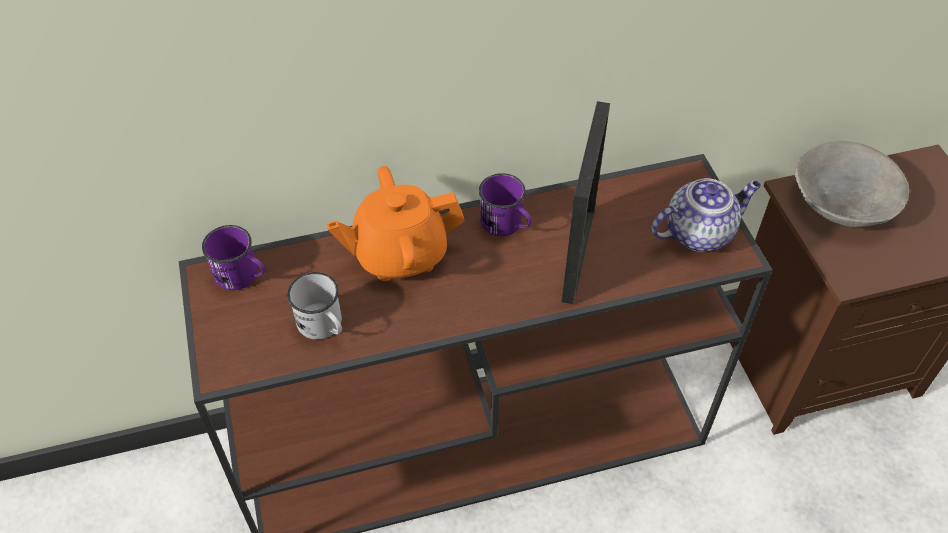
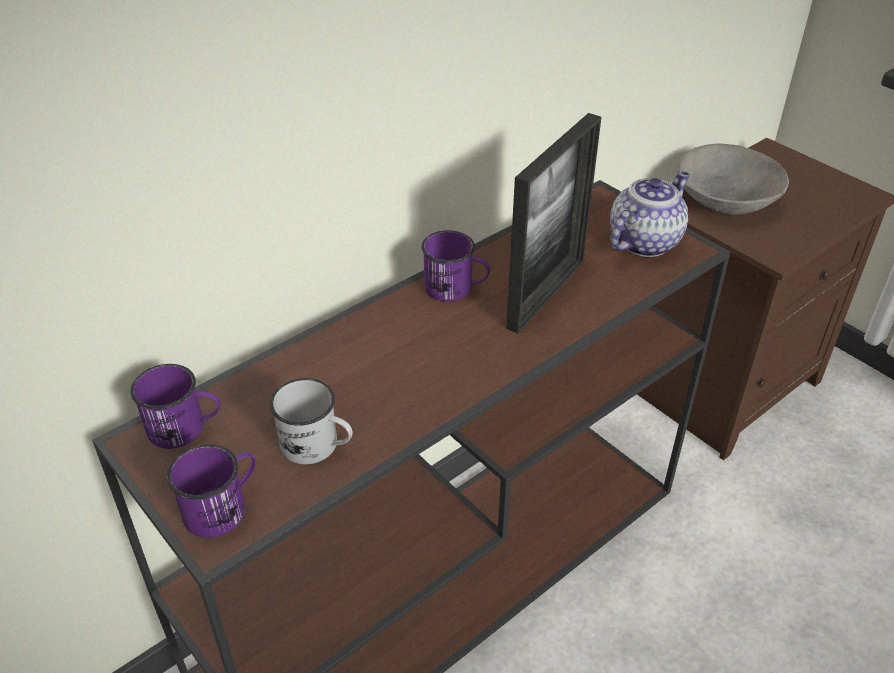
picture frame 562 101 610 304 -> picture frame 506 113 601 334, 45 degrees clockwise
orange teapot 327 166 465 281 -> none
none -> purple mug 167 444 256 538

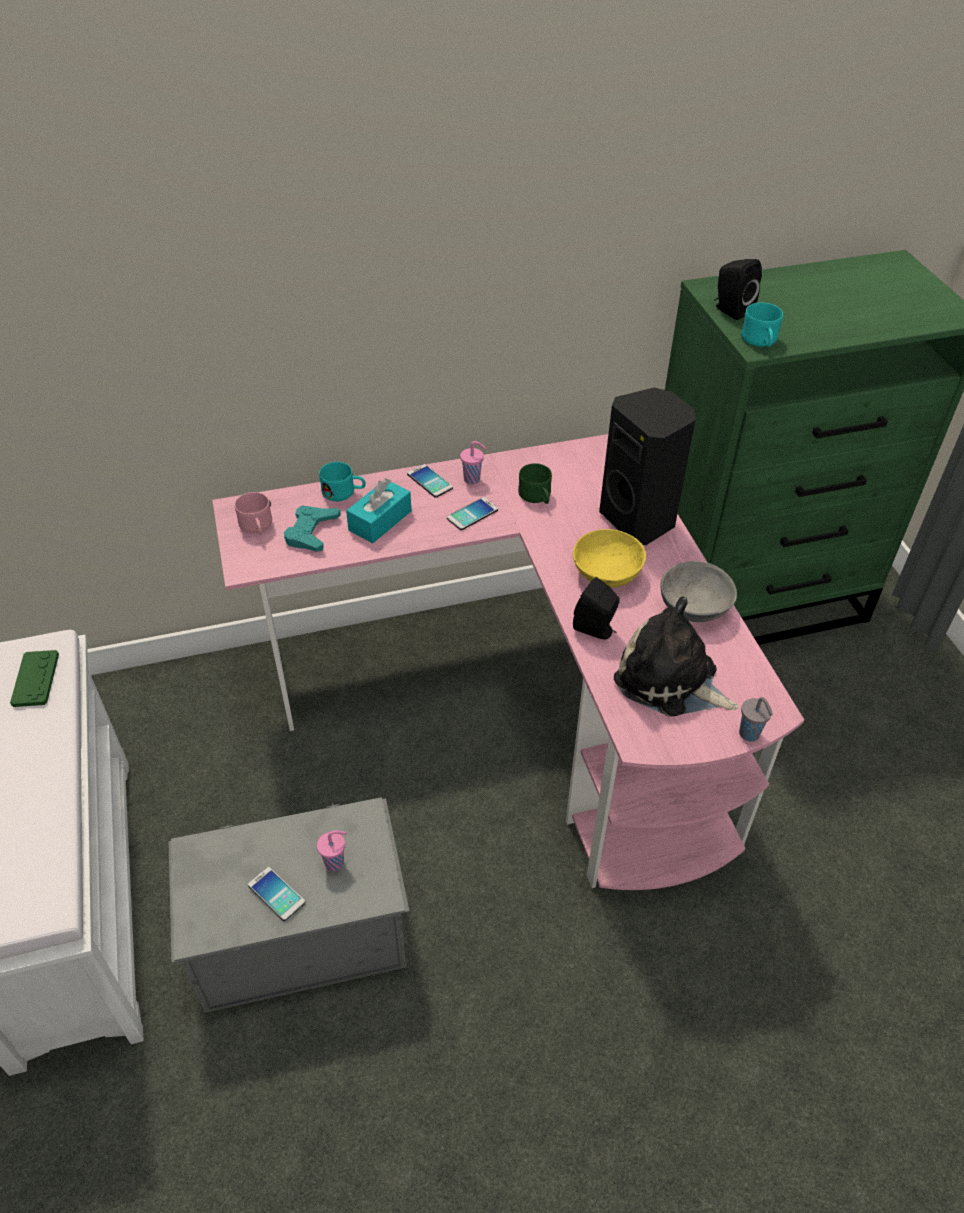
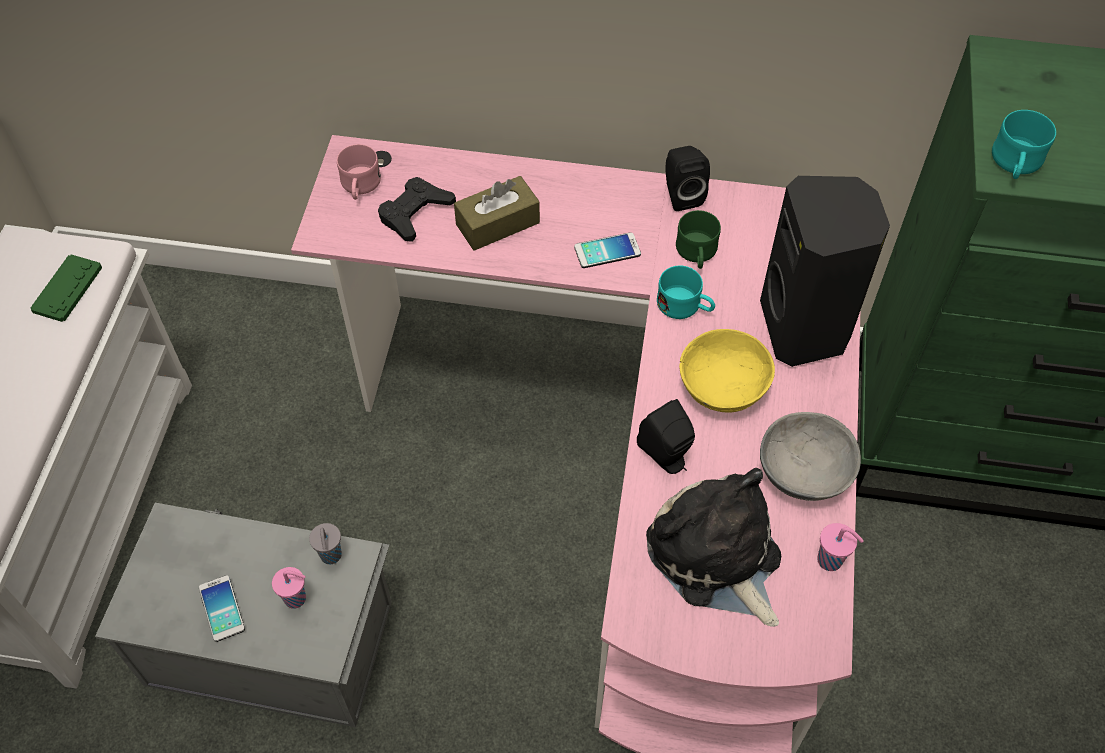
black speaker 714 259 762 320 -> black speaker 665 146 710 211, moved
pink cup 460 441 486 484 -> pink cup 817 523 864 571, moved
turquoise mug 319 462 366 501 -> turquoise mug 657 266 715 319, moved
phone 407 464 453 498 -> none
turquoise tissue box 346 478 411 543 -> brown tissue box 454 176 540 251
turquoise game controller 284 506 341 552 -> black game controller 378 177 456 242
grey cup 739 697 773 741 -> grey cup 309 523 342 564, moved

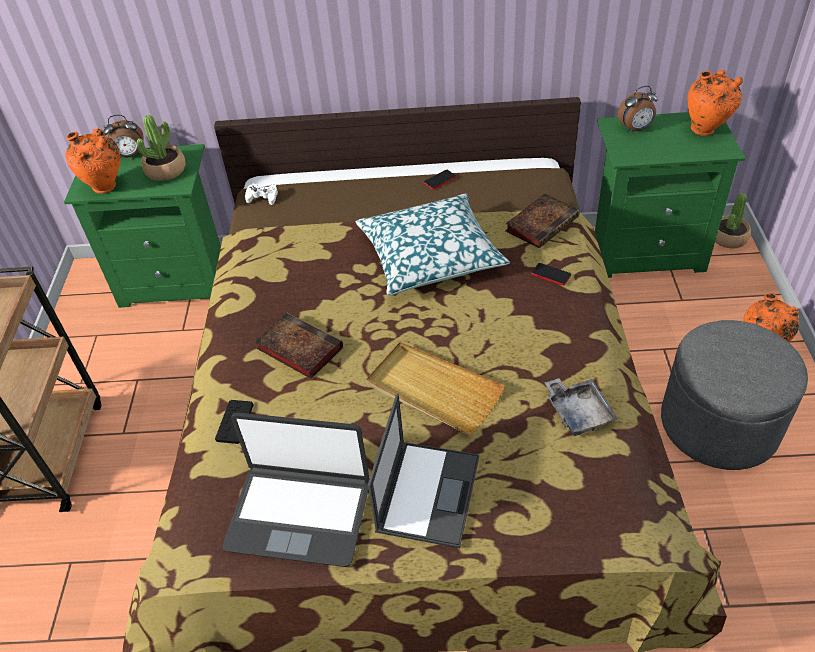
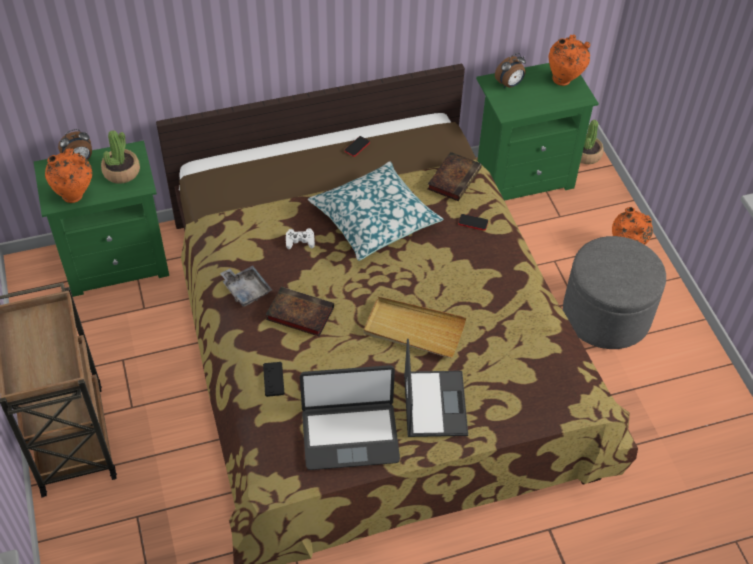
white game controller 245 183 278 205 -> white game controller 286 228 315 249, moved
grey tray 545 378 618 436 -> grey tray 220 265 272 307, moved

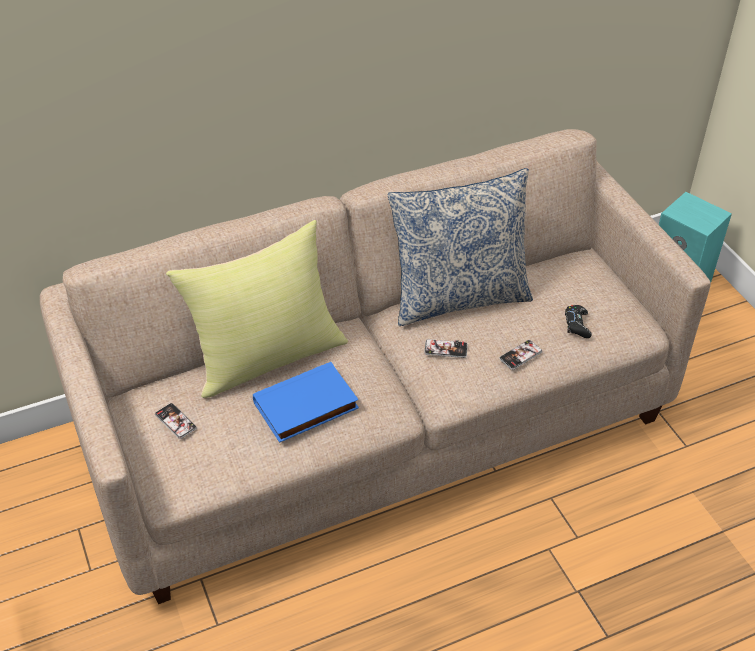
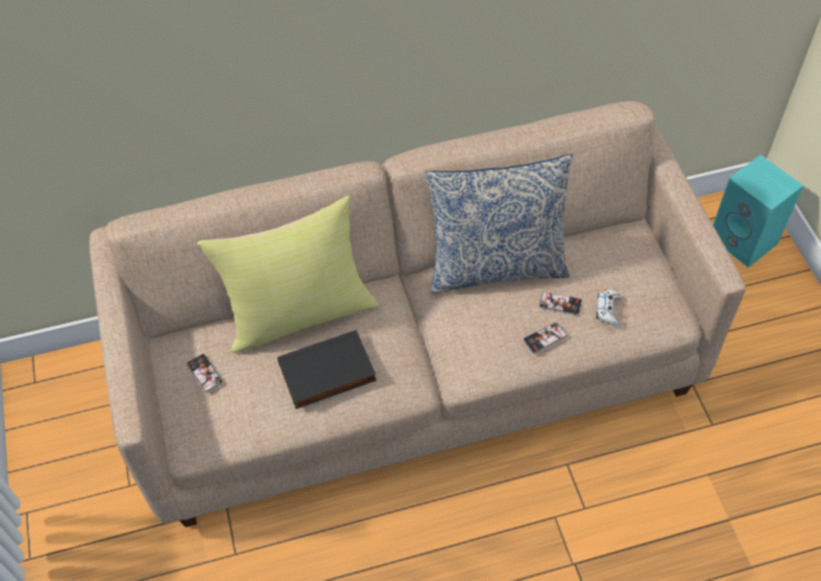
black game controller 565 305 592 338 -> white game controller 596 289 621 326
phone 424 339 468 358 -> phone 539 292 582 315, moved
blue book 253 362 359 443 -> black book 277 330 377 409

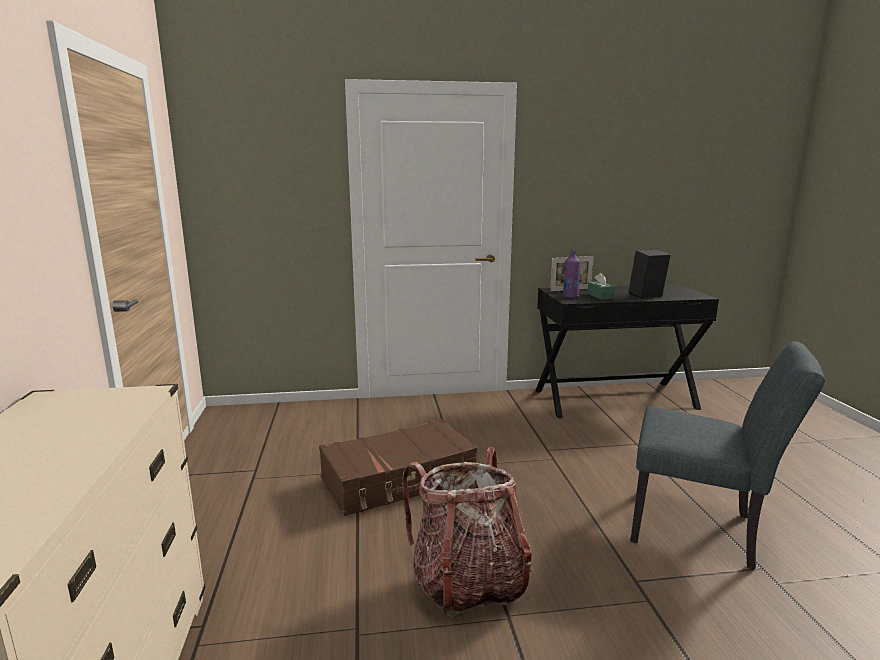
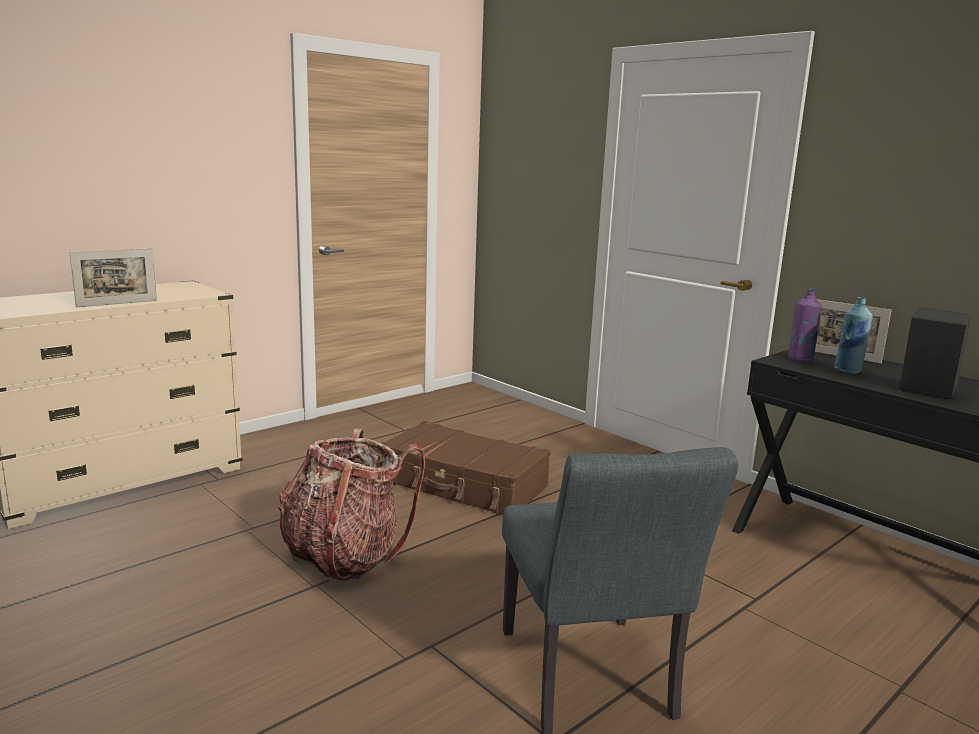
green tissue box 587 273 615 299 -> blue bottle 834 297 873 374
none -> picture frame 69 248 157 307

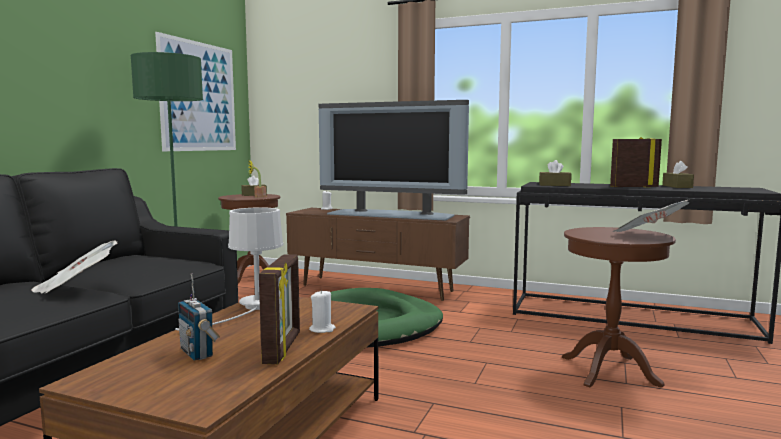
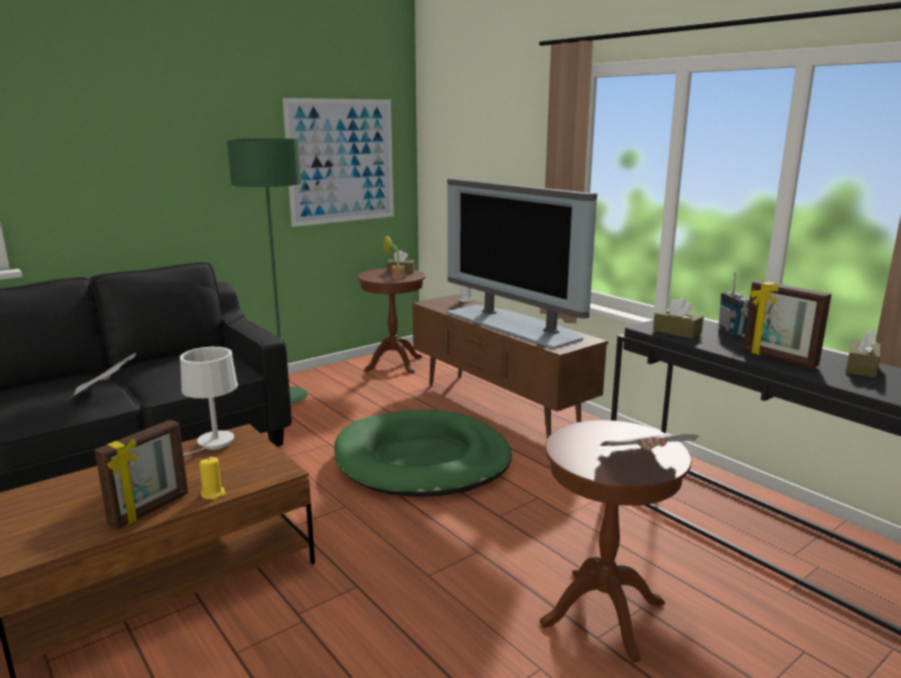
picture frame 610 137 662 187 -> picture frame 743 280 832 368, 150 degrees counterclockwise
radio 178 273 220 361 -> radio 719 273 750 335, moved
white candle 309 289 336 333 -> yellow candle 199 457 226 500

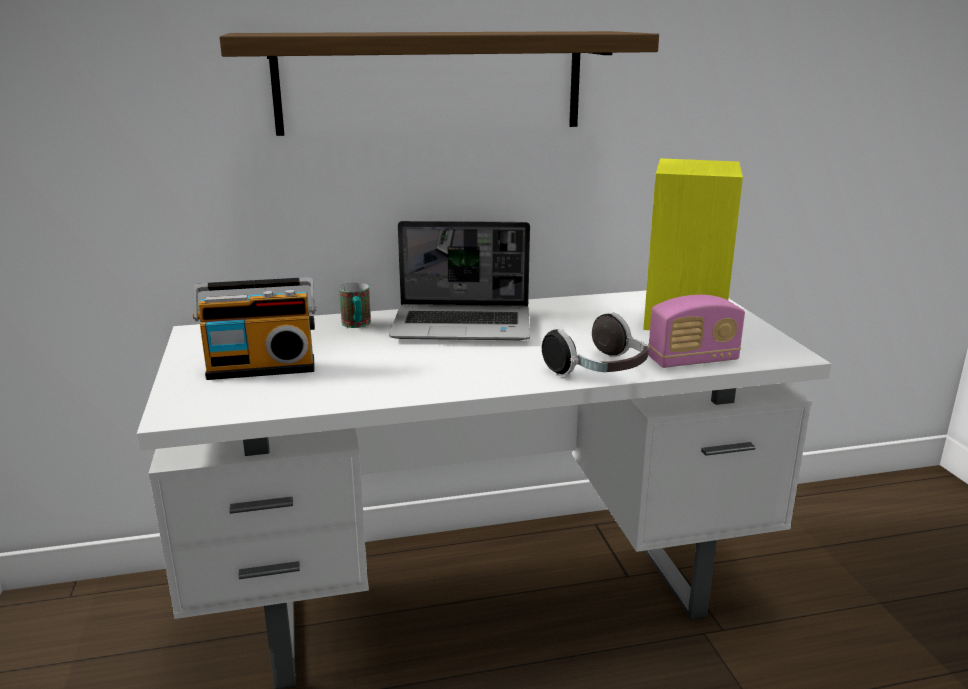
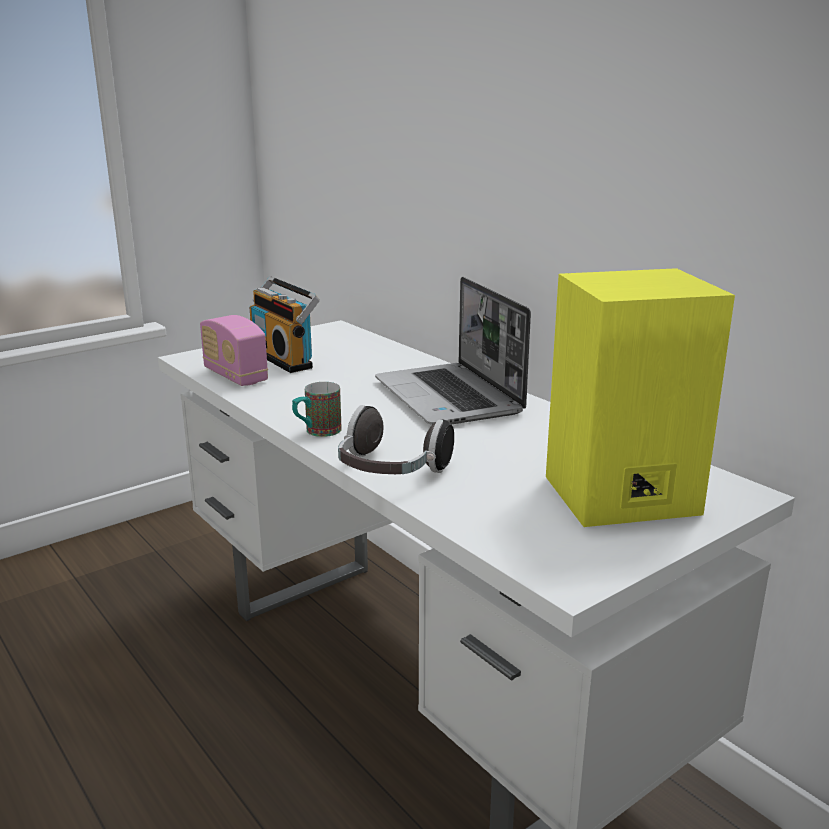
shelf 219 31 659 136 -> none
mug 339 283 371 328 -> mug 292 382 342 437, moved
radio 648 295 745 368 -> radio 200 315 268 386, moved

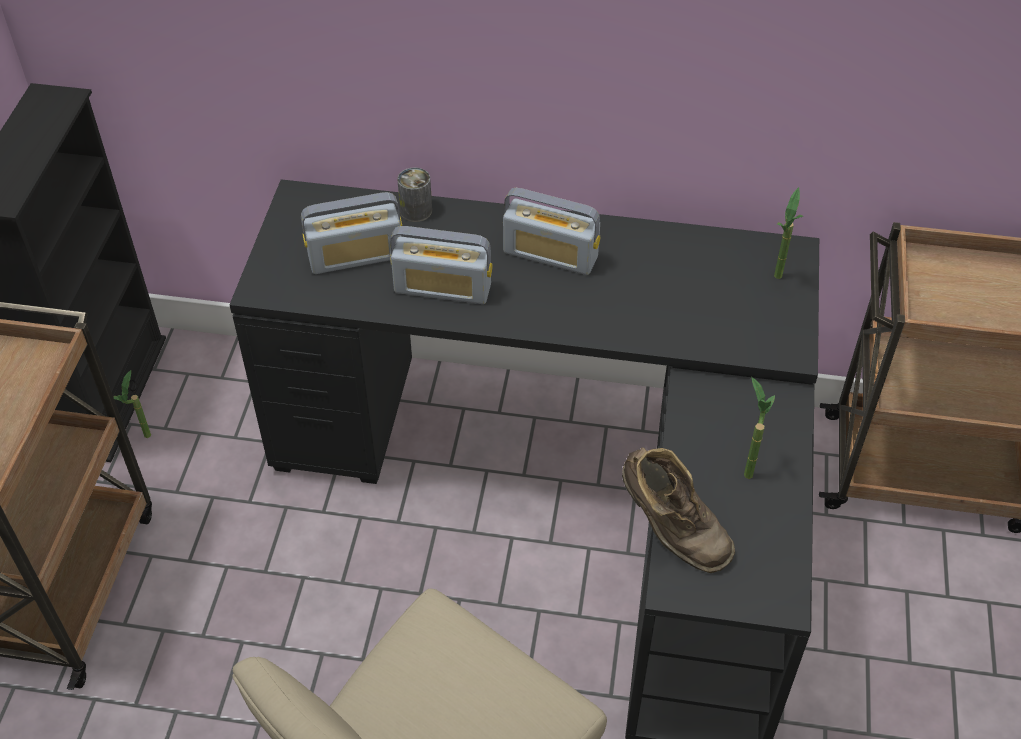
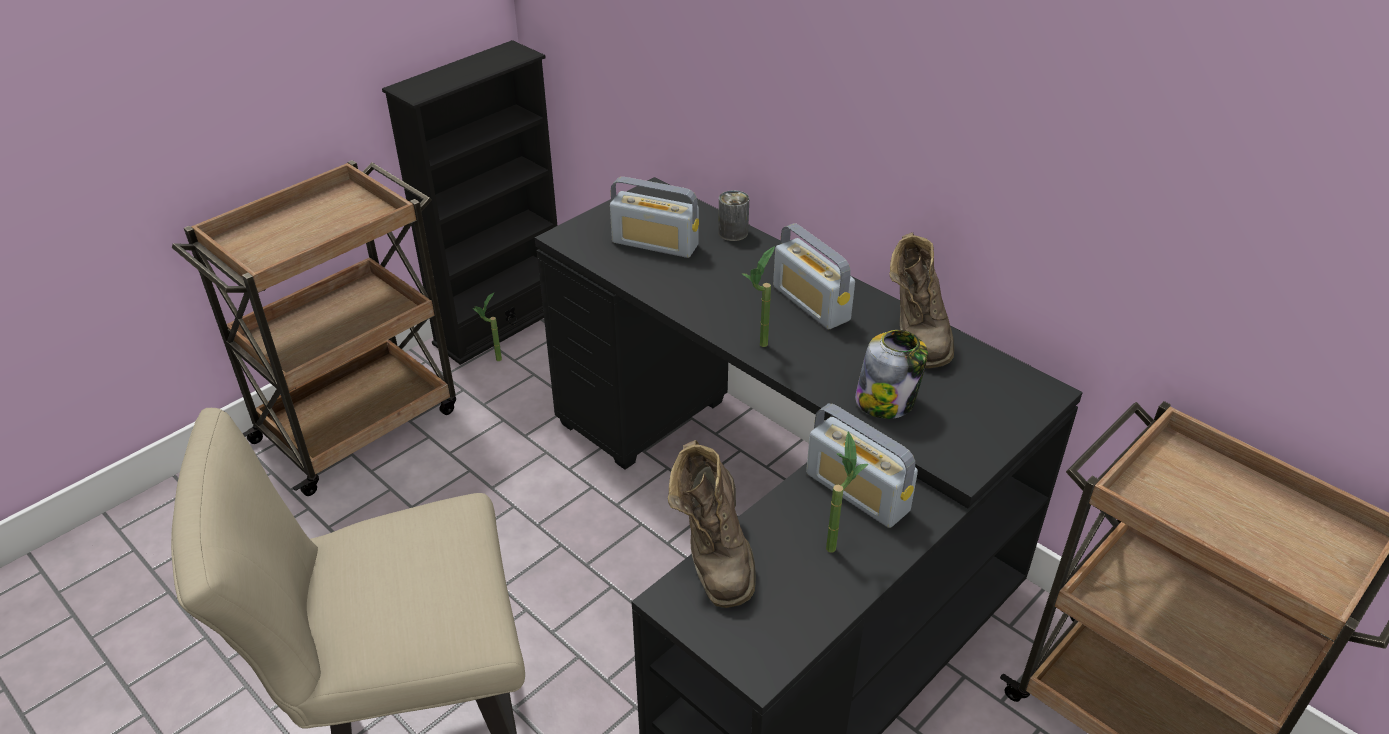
potted plant 774 187 803 279 -> potted plant 741 246 775 347, moved
radio 390 226 492 304 -> radio 806 404 918 528, moved
none -> brown boot 889 232 954 368
none -> jar 855 330 928 419

